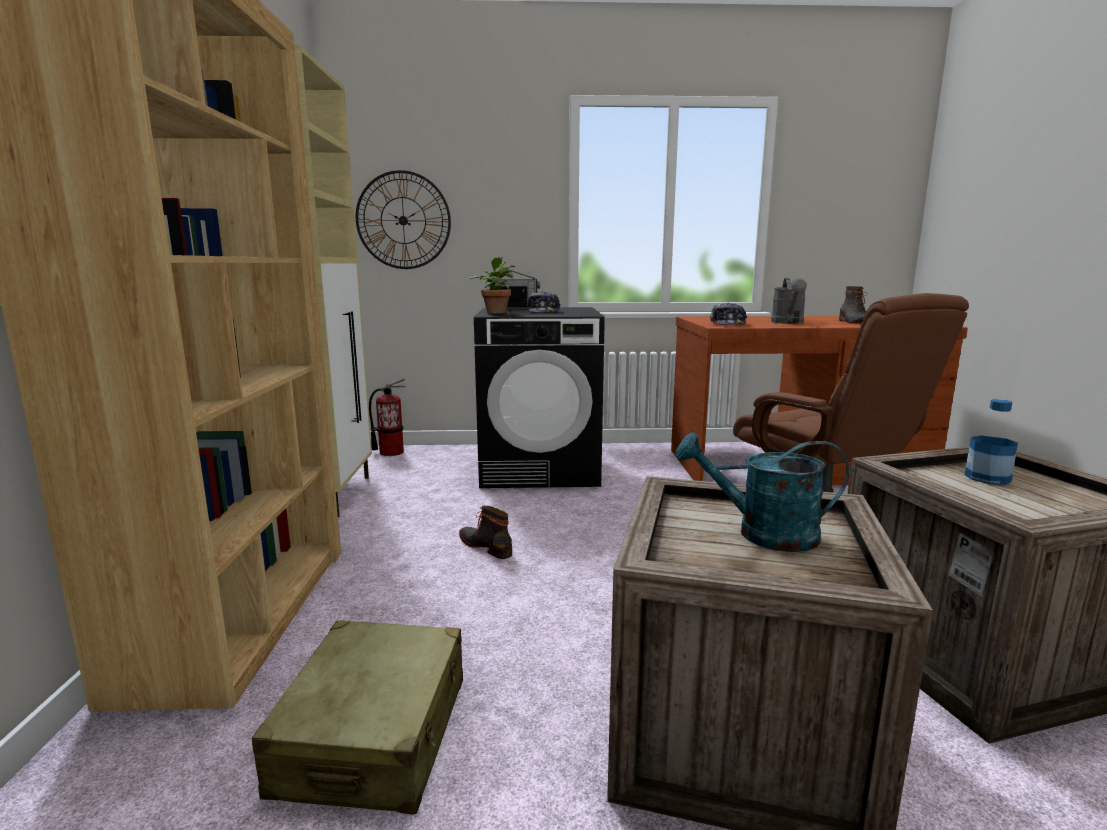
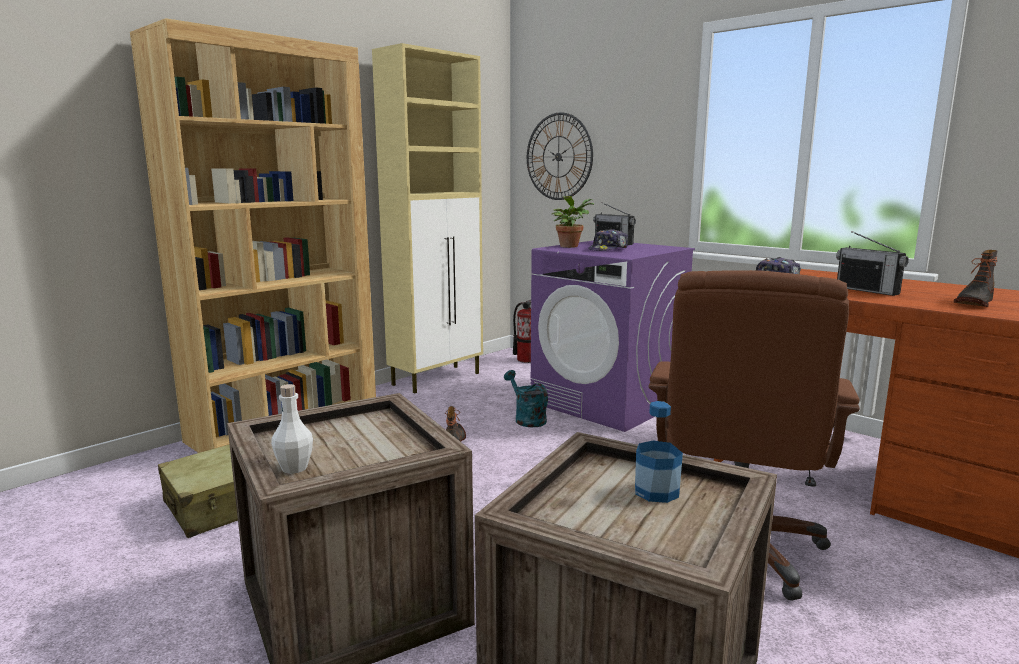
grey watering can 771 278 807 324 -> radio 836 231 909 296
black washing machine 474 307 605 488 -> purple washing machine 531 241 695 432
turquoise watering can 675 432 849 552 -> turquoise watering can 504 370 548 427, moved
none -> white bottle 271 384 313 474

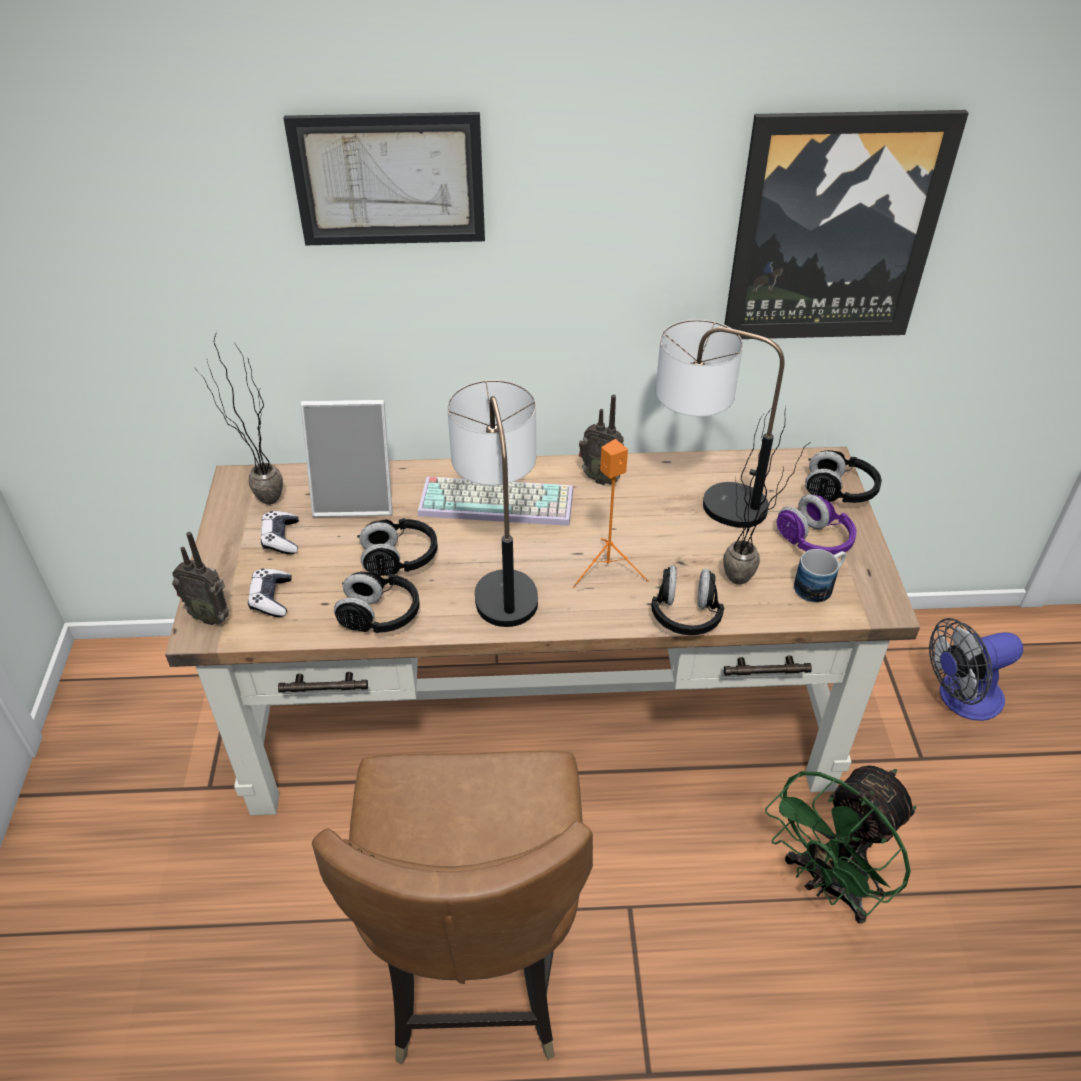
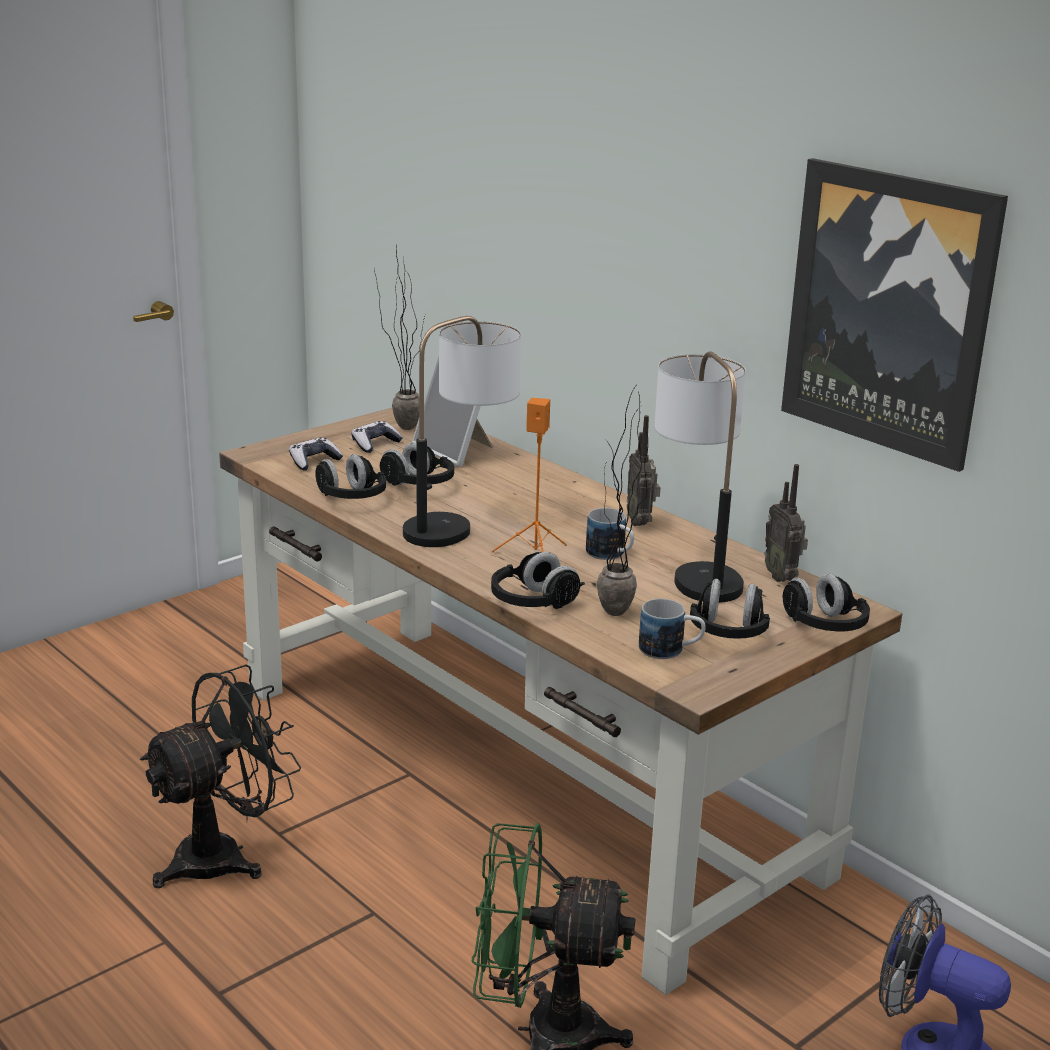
picture 283 112 485 245 -> none
keyboard 418 477 573 526 -> none
purple headphones 777 494 857 555 -> black headphones 690 579 770 639
radio 172 532 229 625 -> radio 765 464 808 582, moved
brown chair 312 751 593 1064 -> black fan 140 664 302 888
none -> mug 586 508 634 560

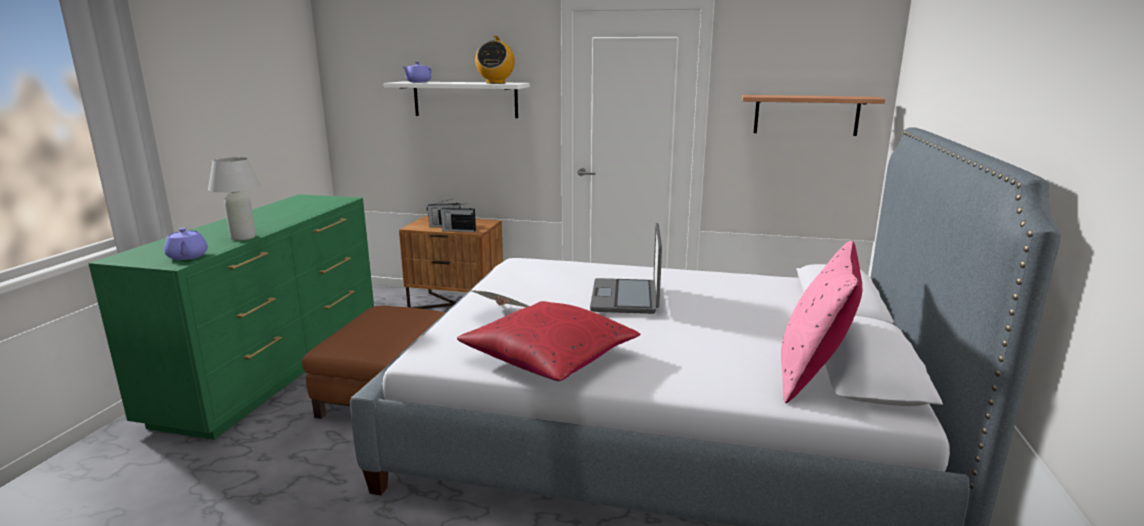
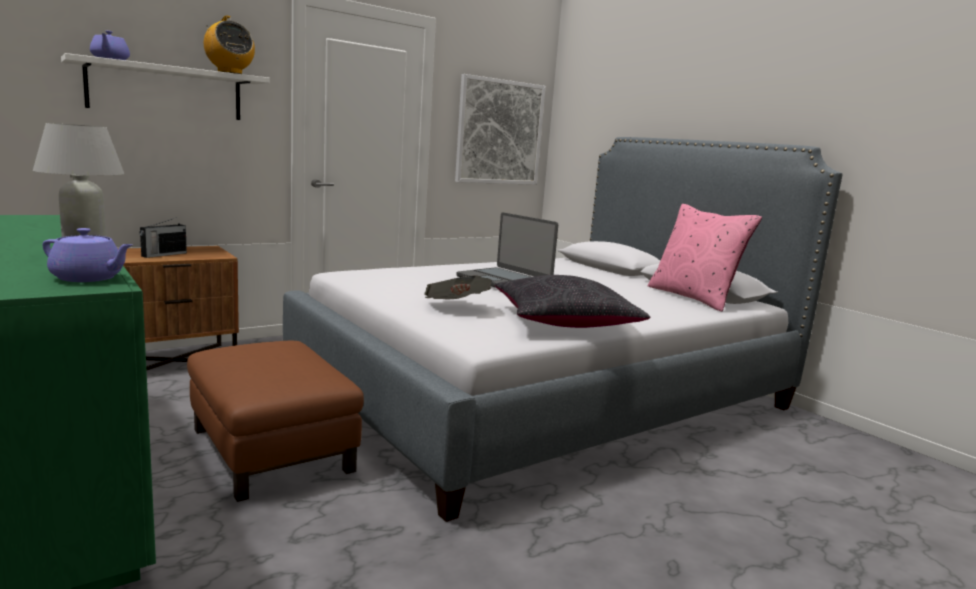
shelf 742 95 885 136 -> picture 455 74 545 185
radio 440 204 476 232 -> none
red pillow 457 301 640 381 -> black pillow 495 275 650 328

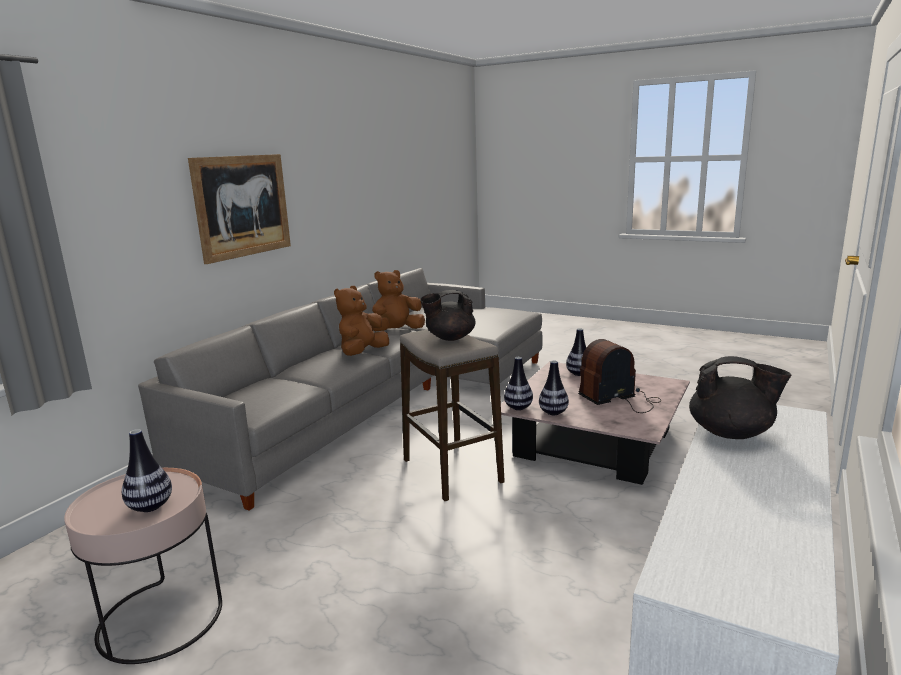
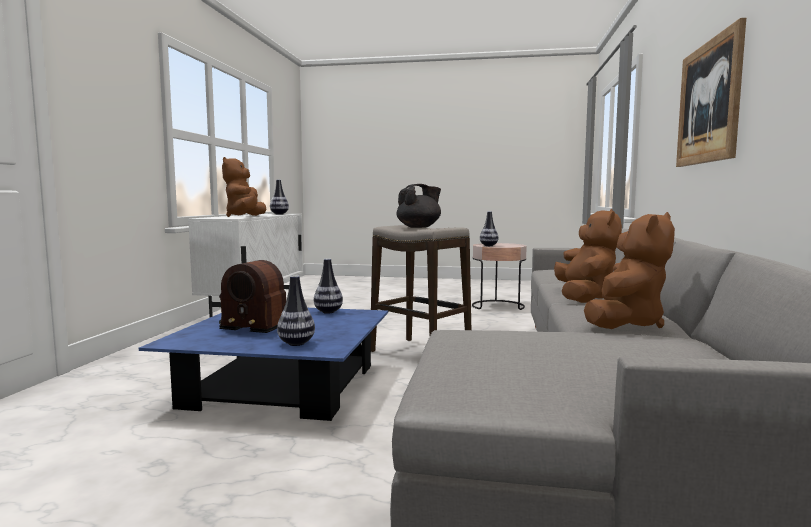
radio 578 339 661 413 -> radio 219 260 286 333, 60 degrees clockwise
black teapot 689 356 791 439 -> brown plush toy 222 157 266 217
vase 504 357 533 410 -> vase 270 180 289 214, moved
pink coffee table 501 361 690 485 -> blue coffee table 139 308 388 421

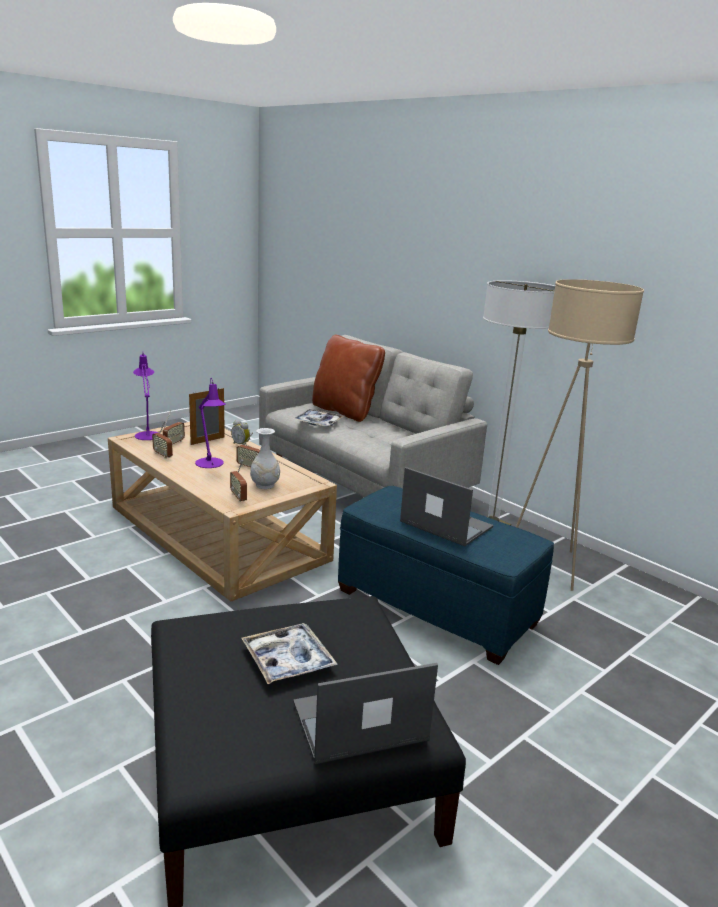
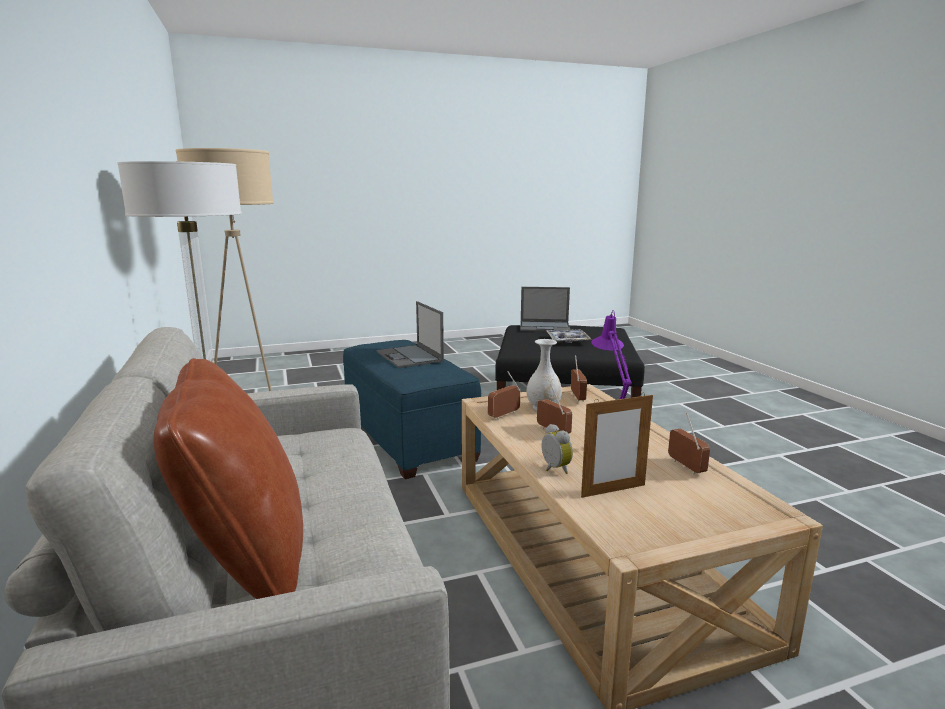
purple table lamp 133 354 161 440 -> none
tray 293 409 344 427 -> none
radio 163 411 185 444 -> radio 488 371 520 420, moved

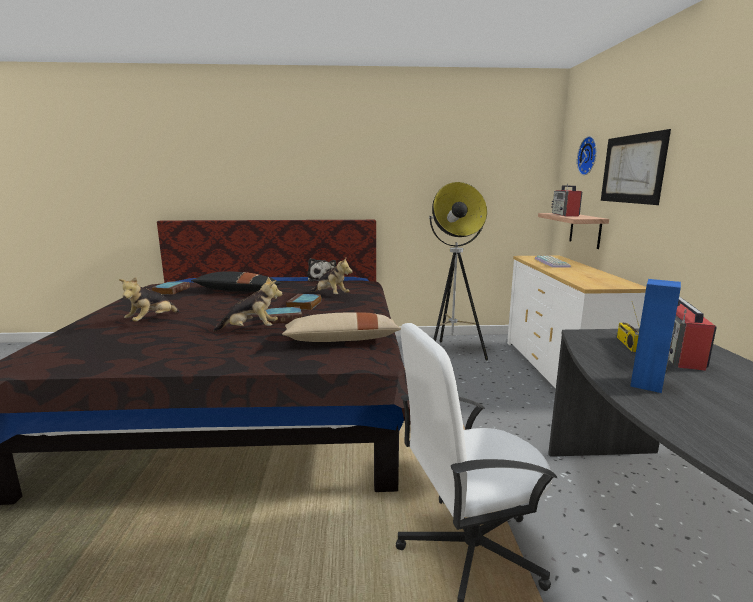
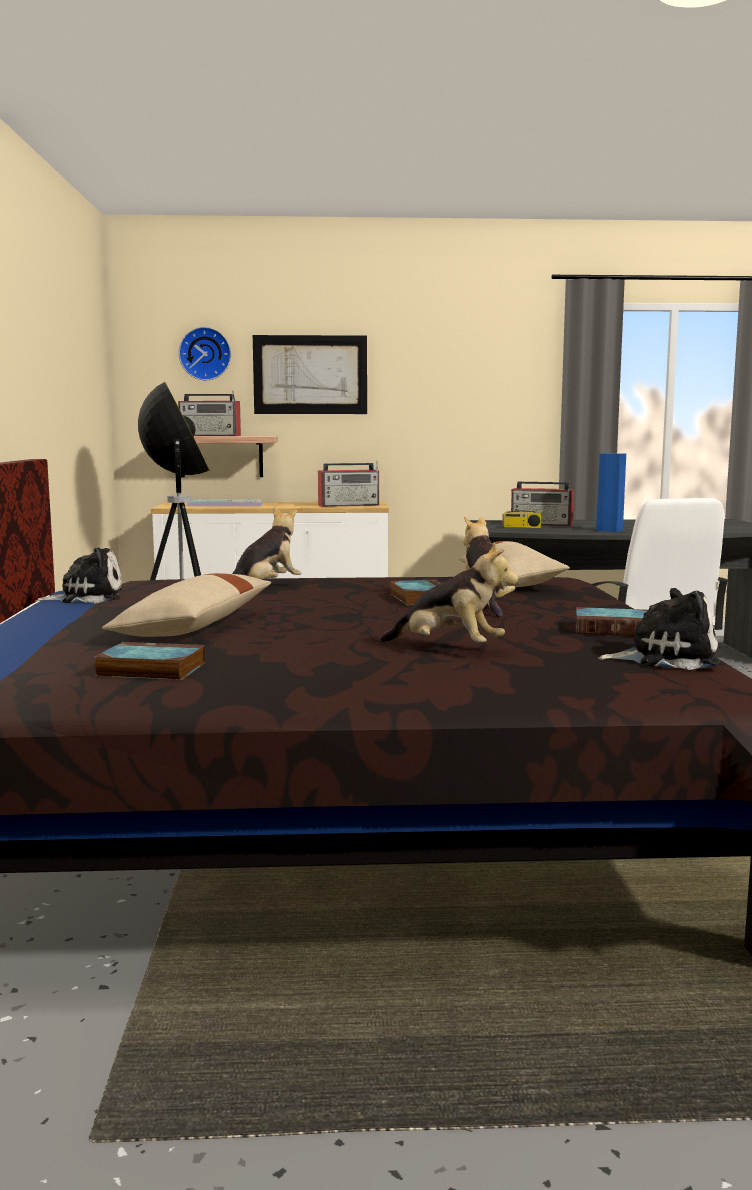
black pillow 191 271 281 292 -> beige pillow 102 573 271 637
book 286 294 322 310 -> book 576 607 648 636, moved
none -> radio 318 461 379 507
none -> plush toy 598 588 720 670

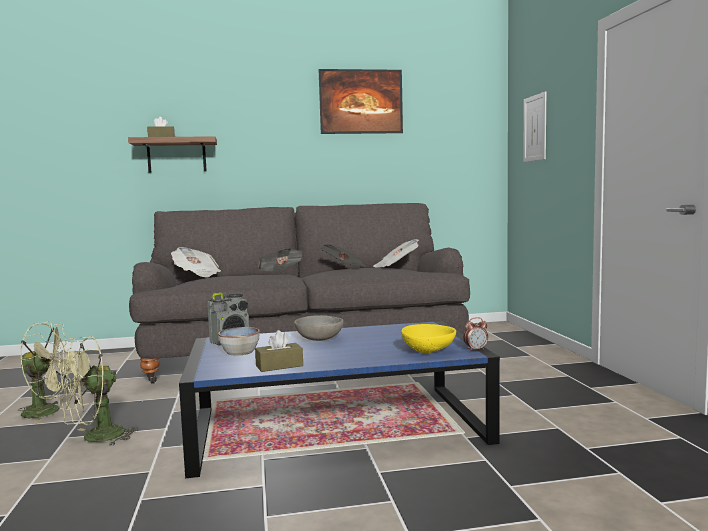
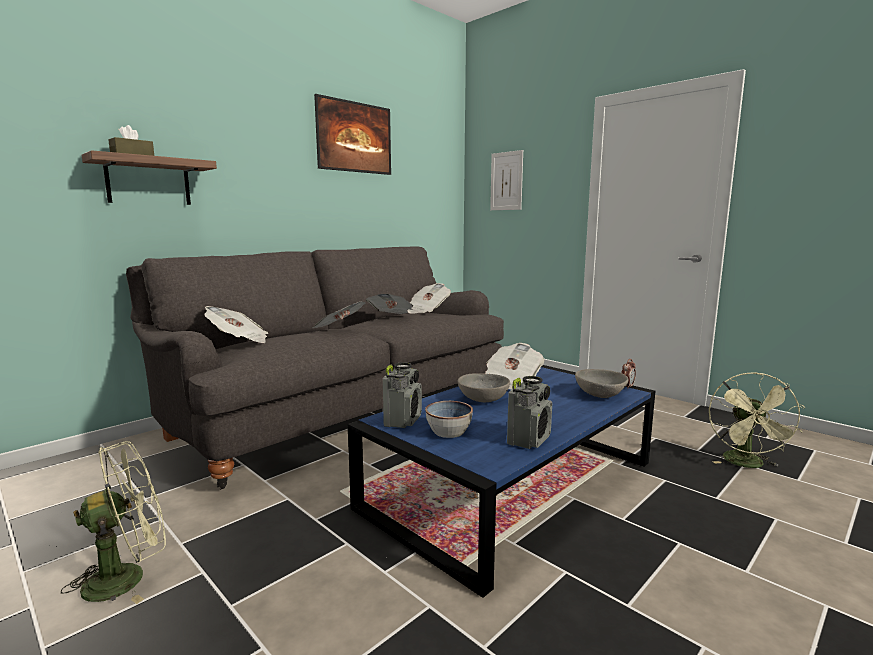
yellow bowl 401 324 456 353 -> grey bowl 575 369 629 398
brown tissue box 255 330 303 372 -> radio 507 376 552 449
green fan 56 336 139 446 -> green fan 709 372 805 468, moved
none -> newspaper 485 343 544 390

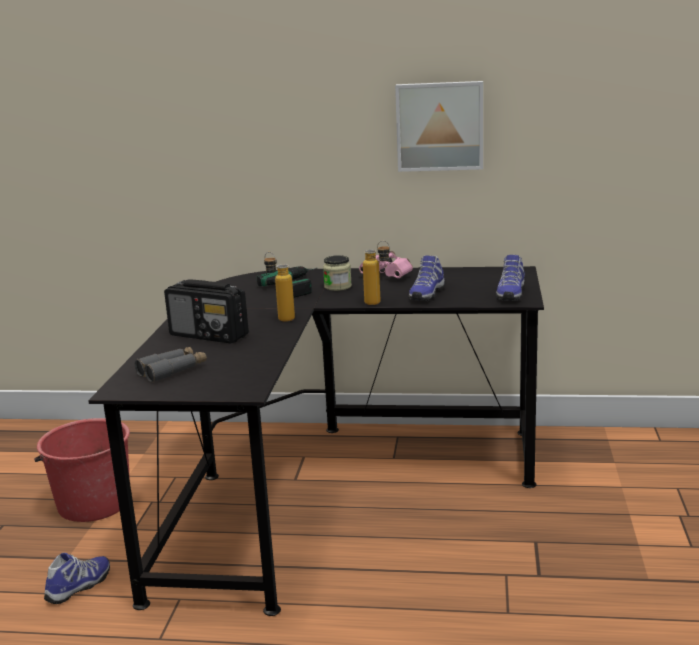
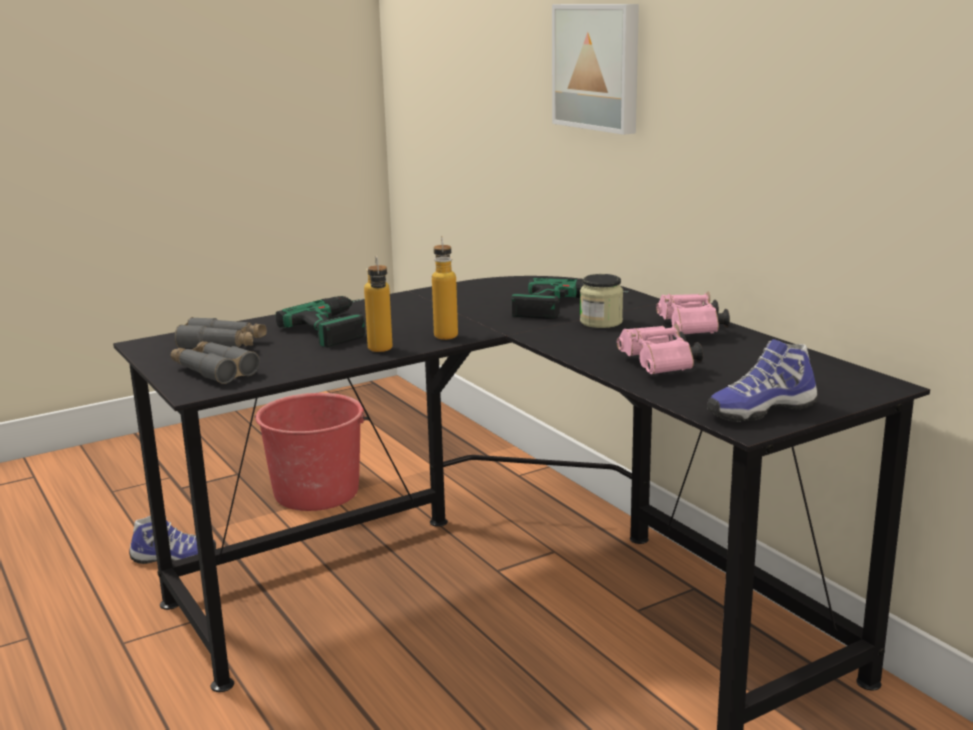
picture 395 81 483 172 -> picture 552 4 639 135, moved
bottle 363 241 390 305 -> bottle 364 256 392 352, moved
shoe 409 256 445 301 -> pink binoculars 617 324 703 375
radio 164 279 249 344 -> power drill 276 296 365 347
none -> grey binoculars 171 341 260 384

